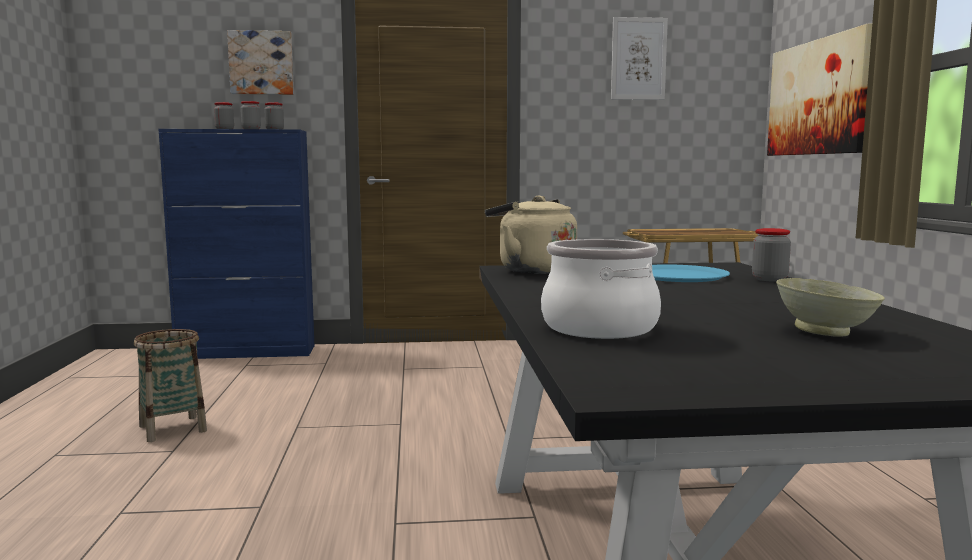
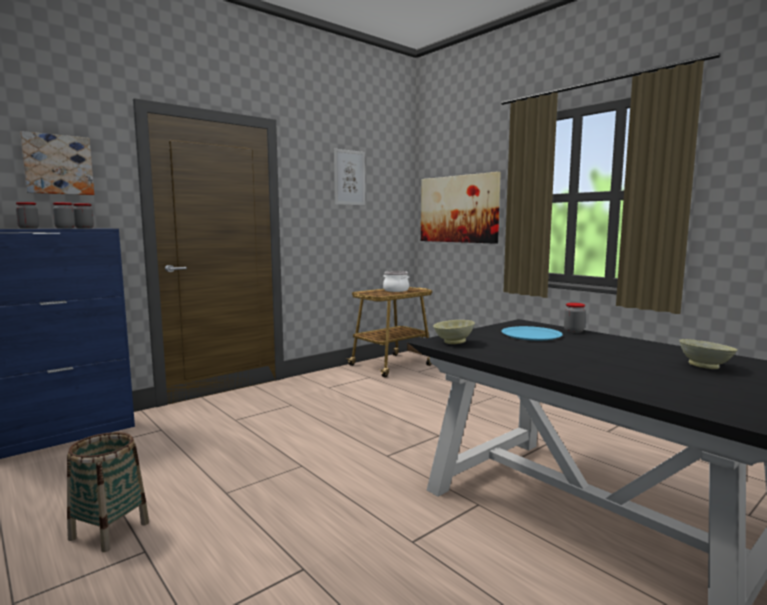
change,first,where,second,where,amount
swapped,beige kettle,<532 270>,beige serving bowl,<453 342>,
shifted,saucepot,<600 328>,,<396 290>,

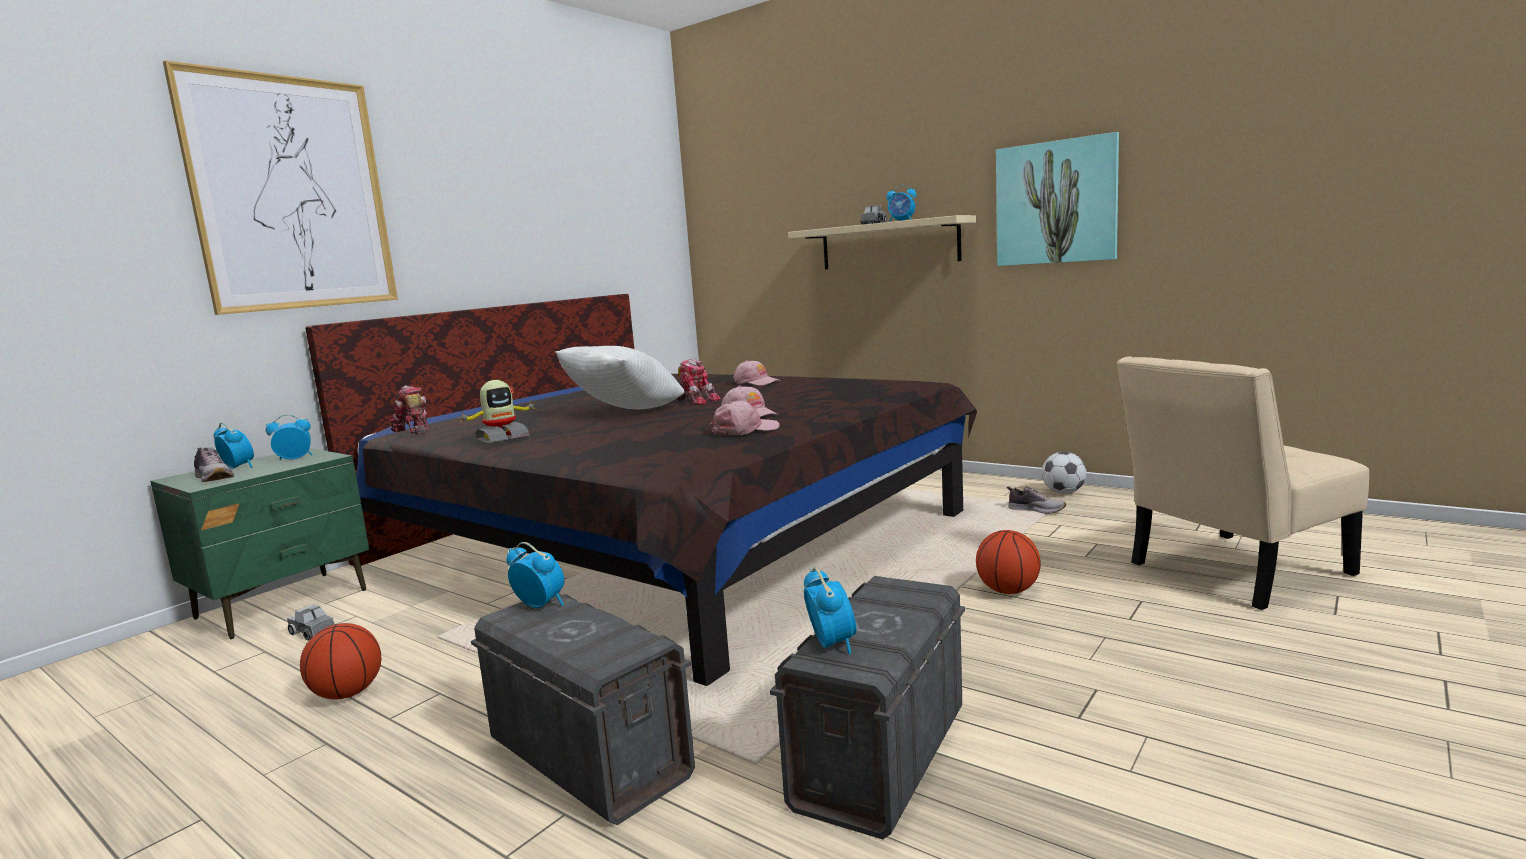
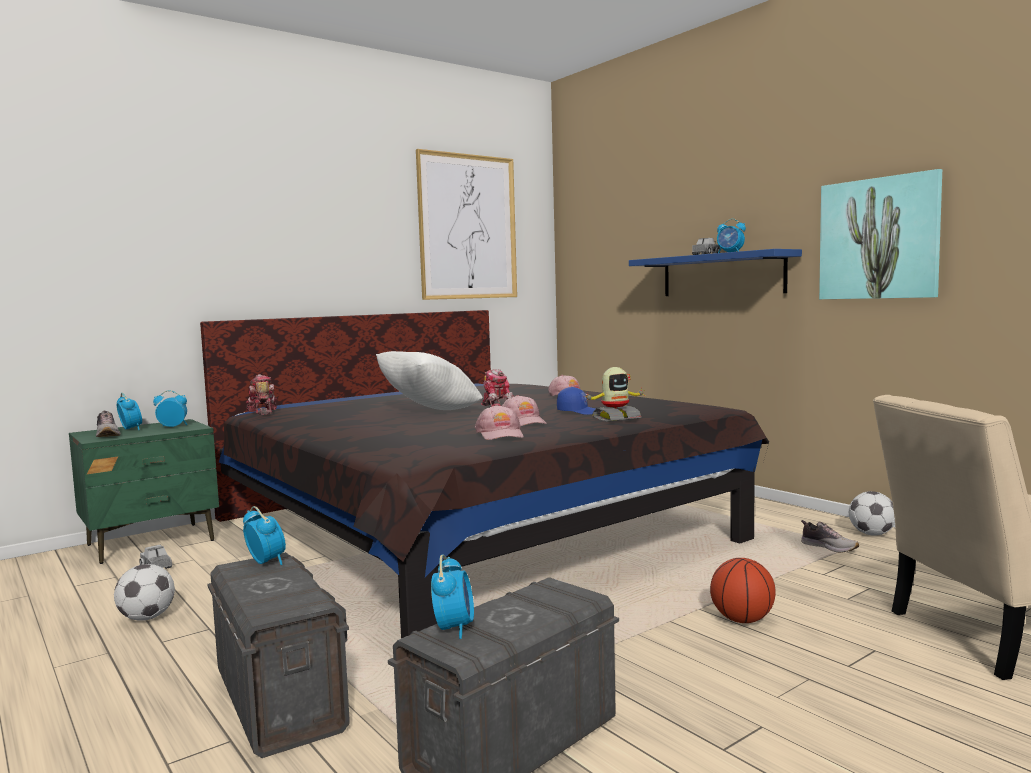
change,first,where,second,where,amount
shifted,wall art,<291 194>,,<467 227>,
swapped,basketball,<347 694>,ball for football,<147 618>,
shifted,toy robot,<502 438>,,<615 418>,
rotated,pink peaked cap,<744 430>,,<500 434>,90 degrees clockwise
repainted,beige bracket shelf,<888 244>,bluish bracket shelf,<722 275>,
new,,,bluish peaked cap,<579 412>,

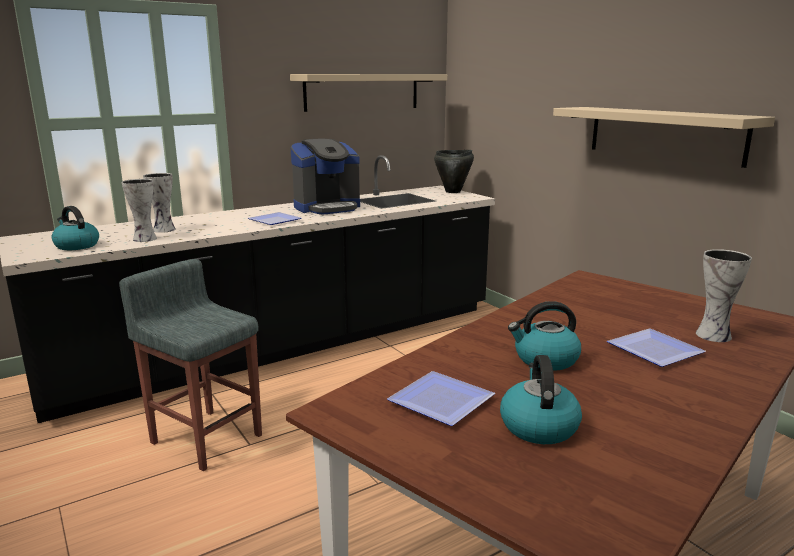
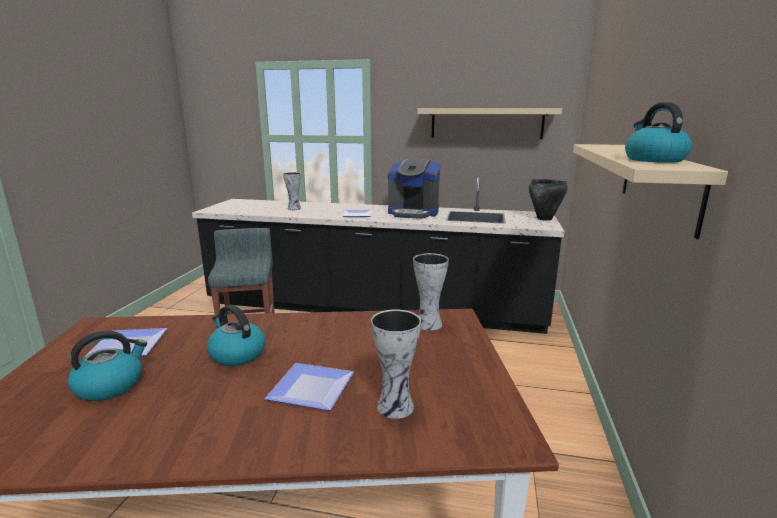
change,first,where,second,where,amount
shifted,kettle,<76 246>,,<653 160>,
shifted,flower vase,<144 239>,,<427 324>,

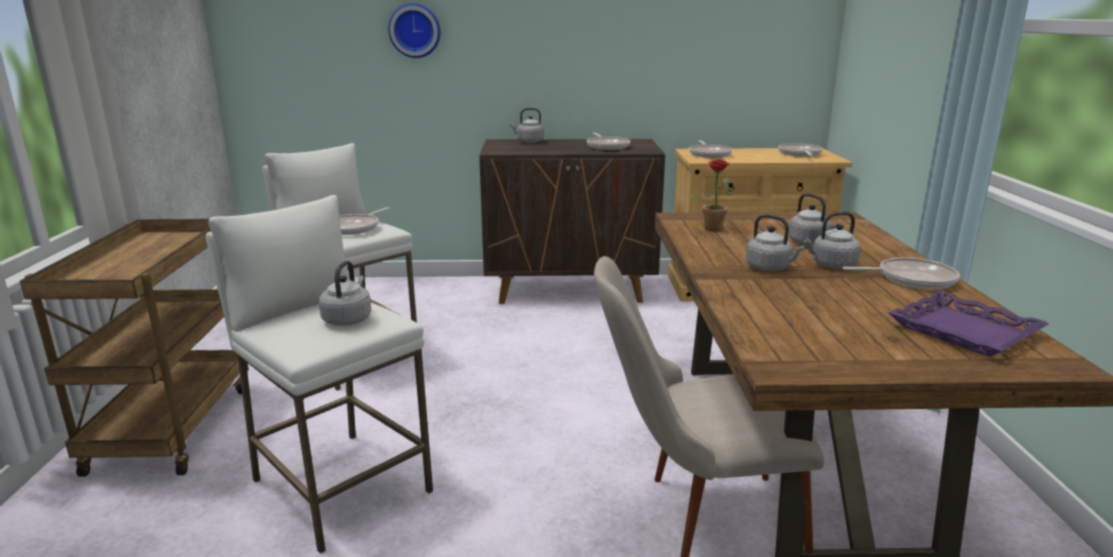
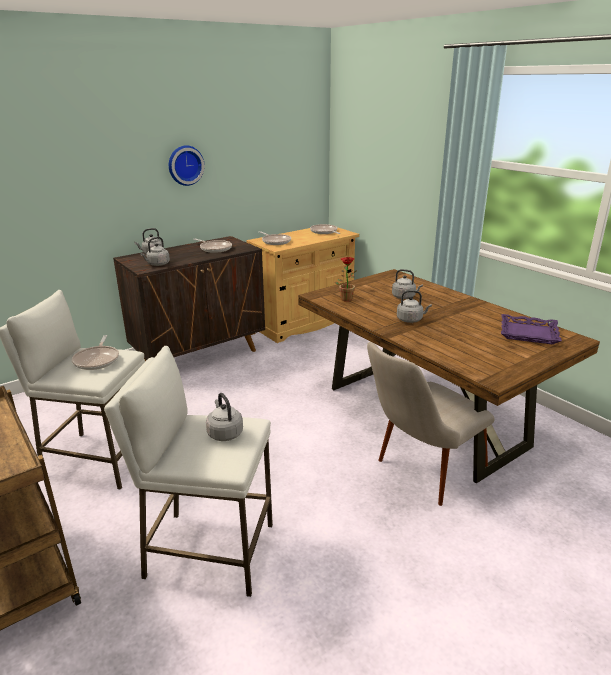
change,first,where,second,where,amount
shifted,wall clock,<415 30>,,<185 165>,
shifted,greyish kettle,<831 265>,,<157 264>,
gone,skillet,<911 279>,,,

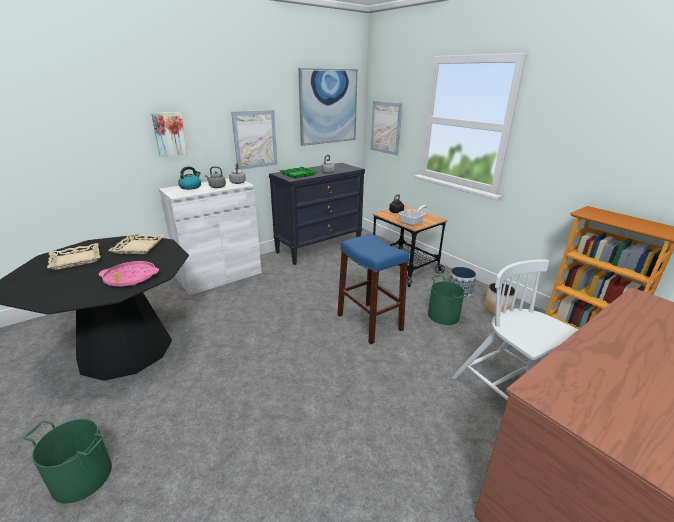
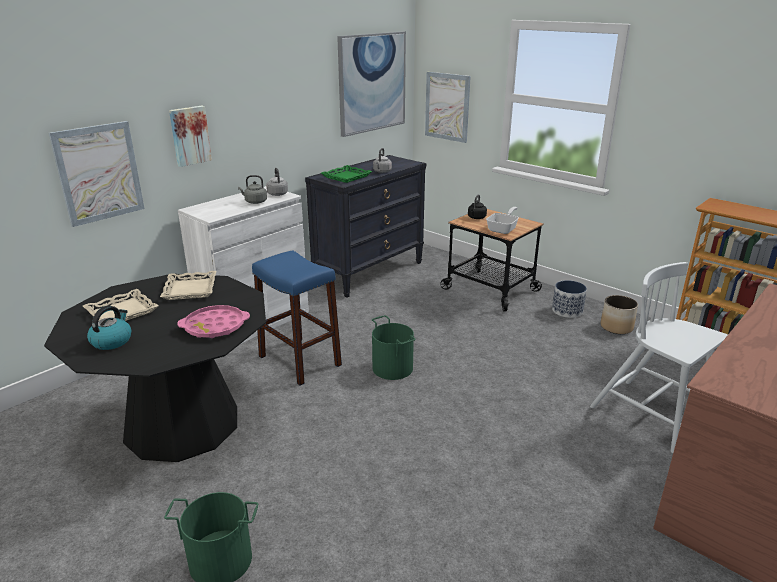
change,first,where,second,where,amount
shifted,kettle,<190 187>,,<112 341>,
shifted,wall art,<255 139>,,<99 173>,
shifted,bluish stool seat,<369 322>,,<300 361>,
shifted,green pail,<443 315>,,<392 368>,

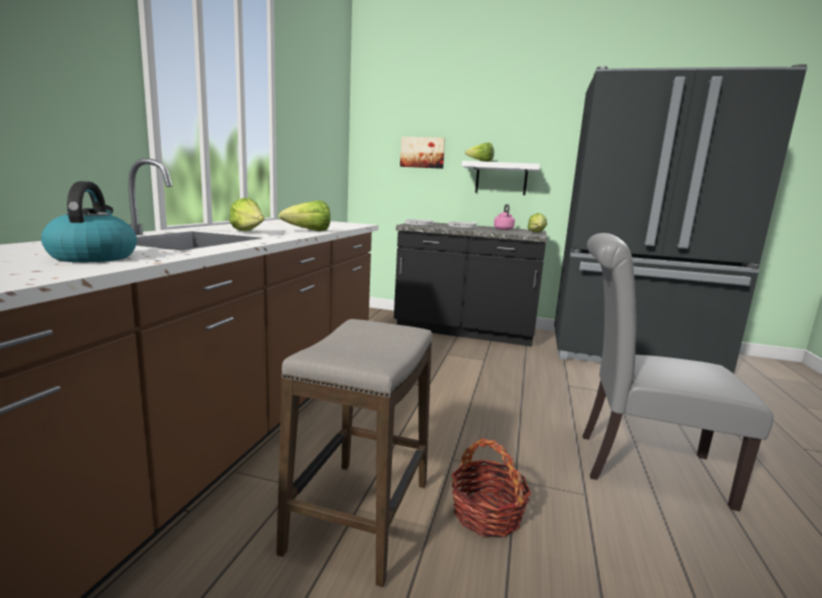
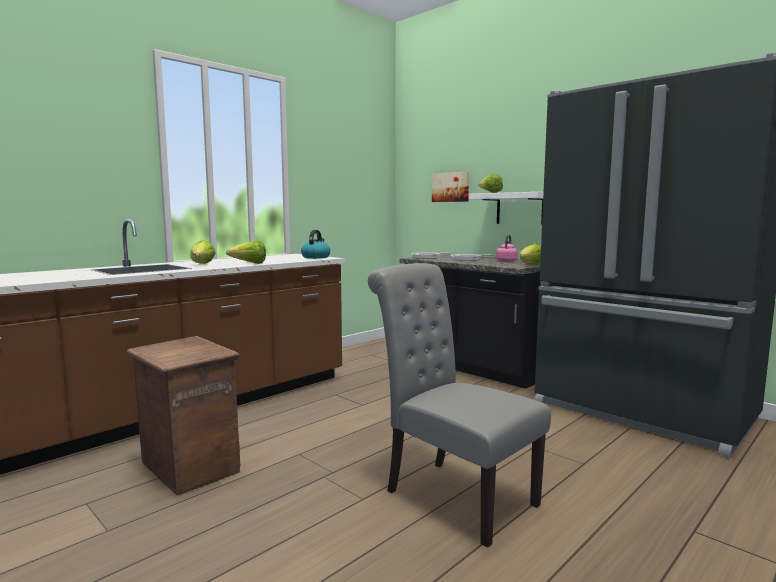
change,first,where,second,where,amount
shifted,kettle,<93 257>,,<316 257>,
swapped,stool seat,<359 517>,packing crate,<190 468>,
gone,basket,<486 514>,,,

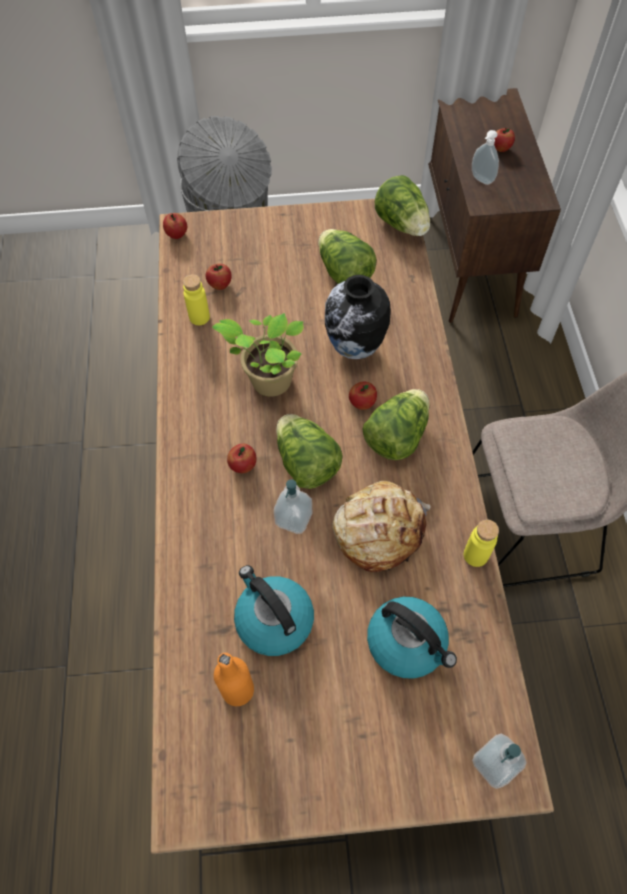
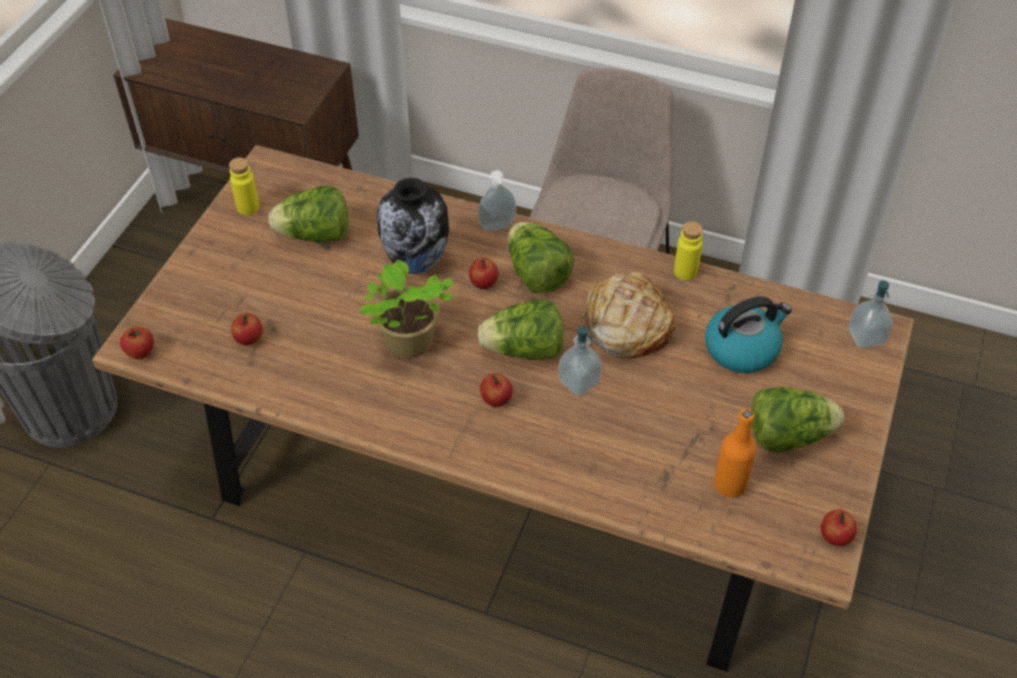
change,first,where,second,where,amount
shifted,yellow drink bottle,<199 317>,,<248 207>,
gone,kettle,<273 619>,,,
shifted,head of lettuce,<402 224>,,<788 436>,
shifted,soap bottle,<480 180>,,<498 227>,
shifted,whole apple,<501 149>,,<835 537>,

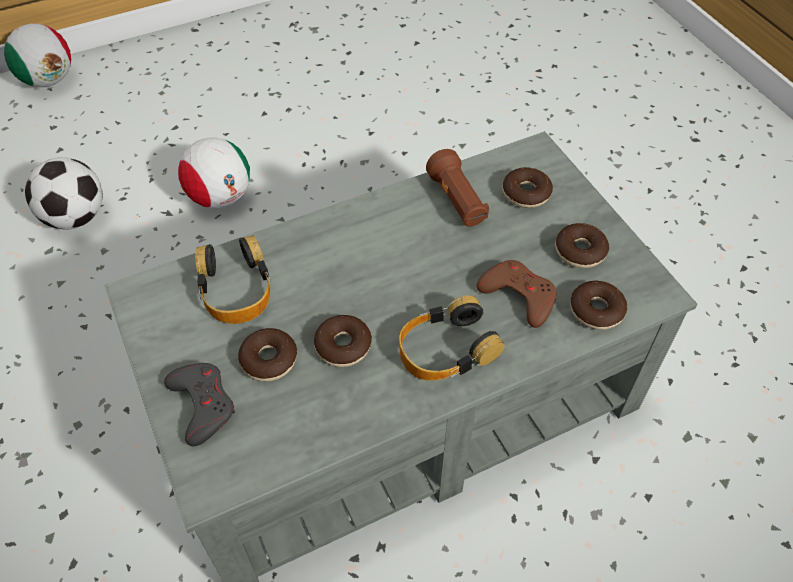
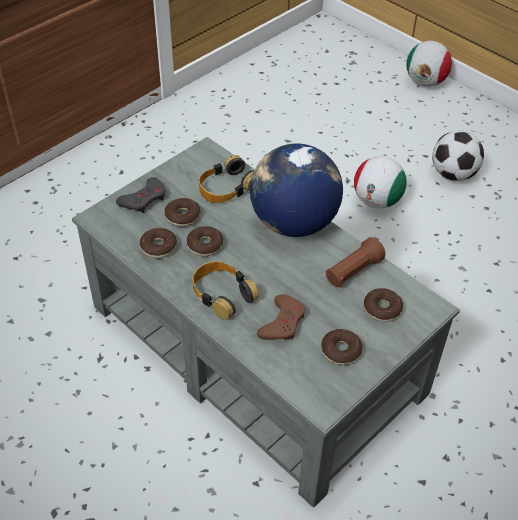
change,first,where,second,where,amount
shifted,ball for football,<75 217>,,<453 174>,
shifted,doughnut,<596 310>,,<158 247>,
new,,,world globe,<293 223>,

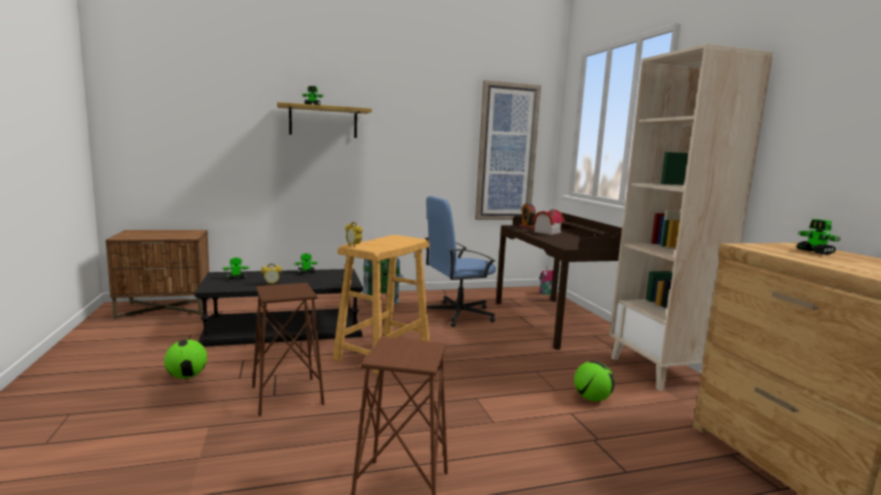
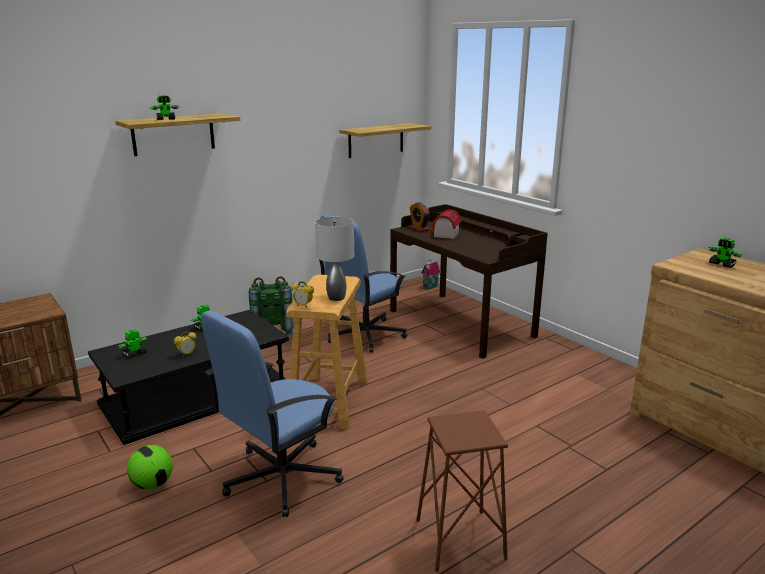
change,first,where,second,where,amount
swapped,brown stool seat,<287 396>,bluish computer chair,<280 477>,
swapped,wall art,<506 153>,bracket shelf,<376 140>,
gone,ball for football,<592 399>,,,
gone,beige bookshelf,<660 371>,,,
new,,,greyish tabletop lamp,<337 298>,

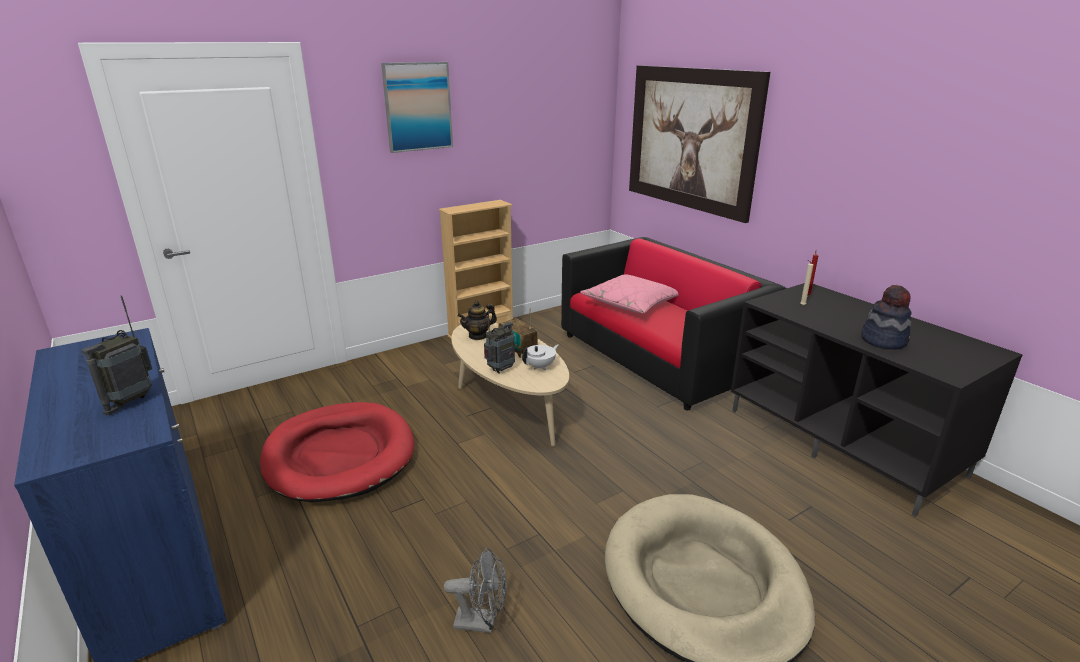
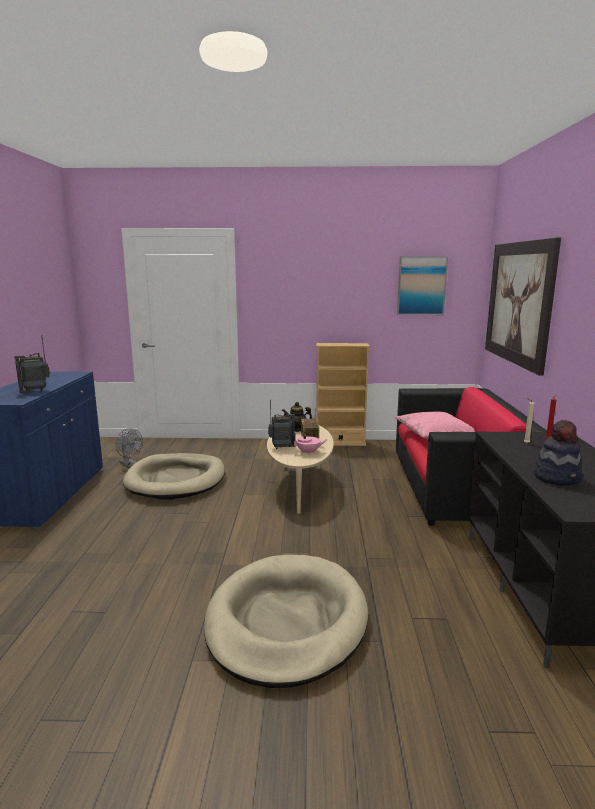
change,first,where,second,where,amount
repainted,red dog bed,<339 455>,beige dog bed,<176 480>,
shifted,wall art,<417 107>,,<421 286>,
shifted,greyish cooling fan,<482 622>,,<130 464>,
repainted,white-coloured pot for tea,<540 366>,pink pot for tea,<308 452>,

